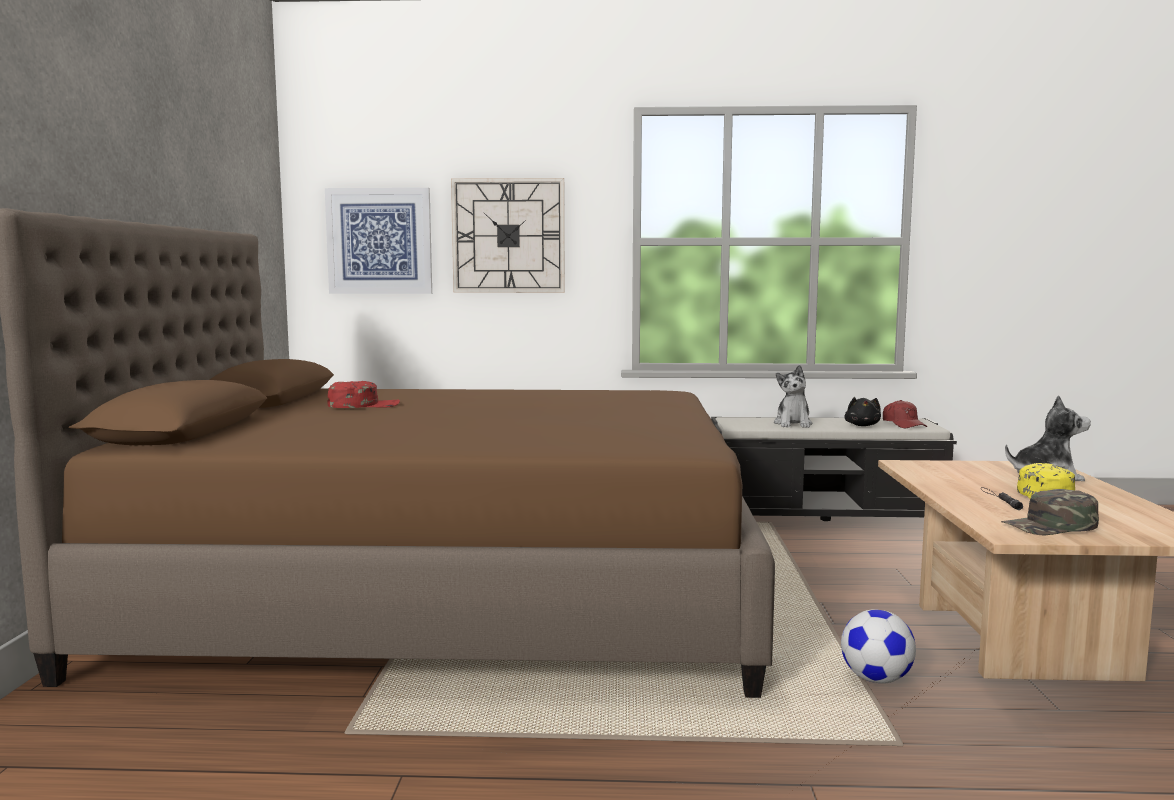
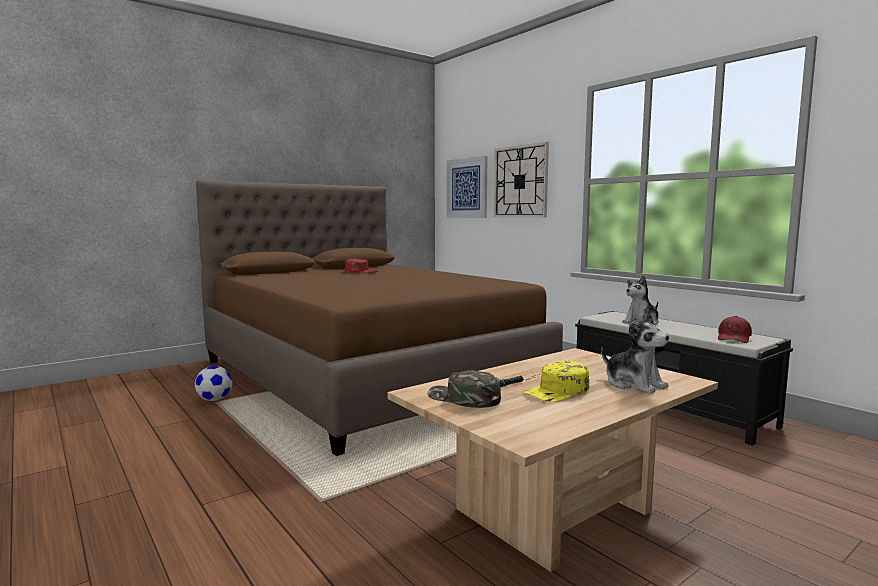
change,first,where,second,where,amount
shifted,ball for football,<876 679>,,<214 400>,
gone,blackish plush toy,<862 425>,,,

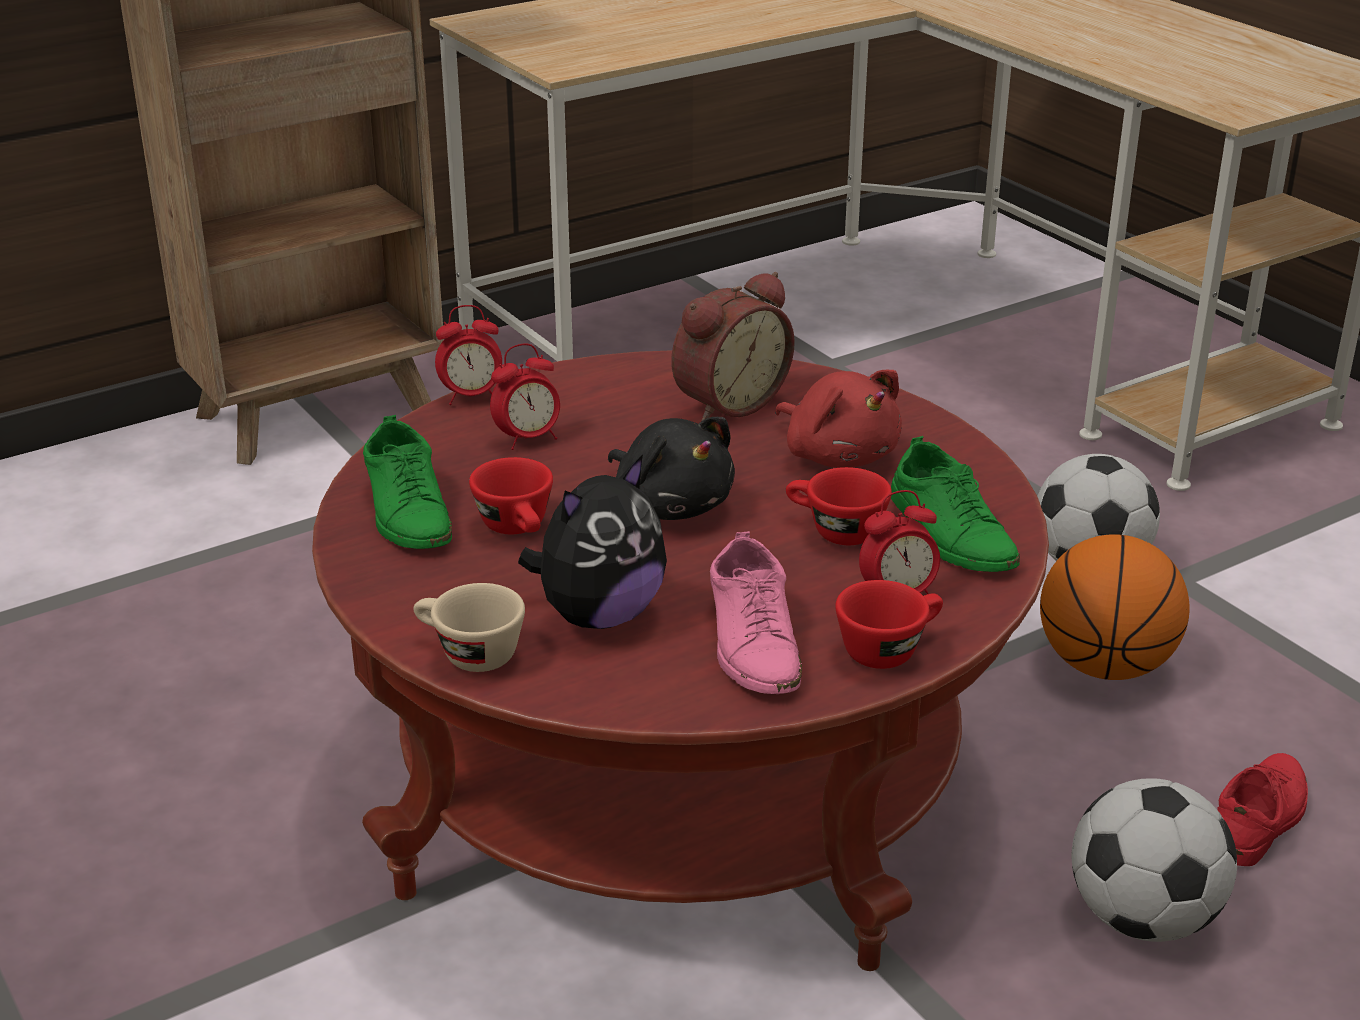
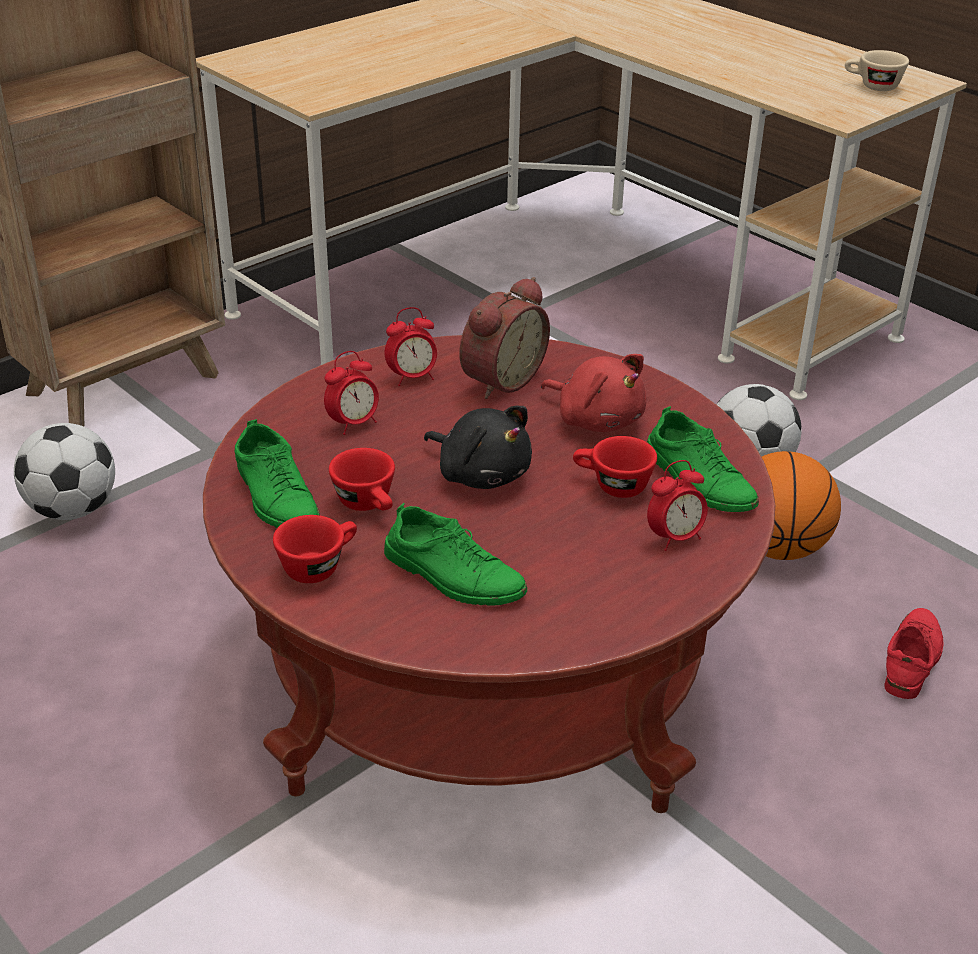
change,first,where,second,where,amount
shifted,beige drinking cup,<468 654>,,<872 86>,
shifted,table clock,<471 397>,,<412 378>,
swapped,plush toy,<599 615>,green shoe,<453 575>,
gone,pink shoe,<753 642>,,,
shifted,red drinking cup,<889 648>,,<319 565>,
shifted,ball for football,<1142 918>,,<72 509>,

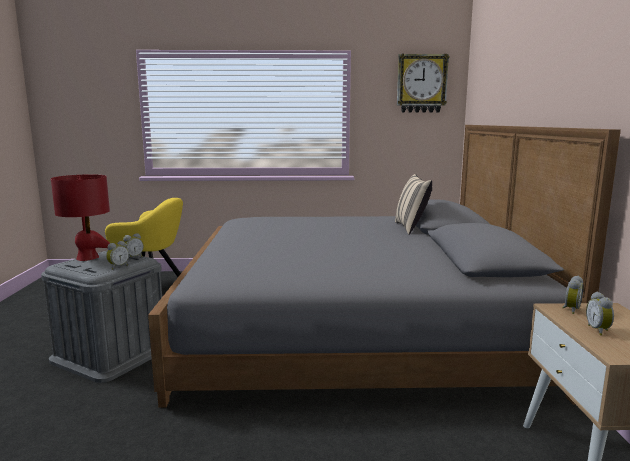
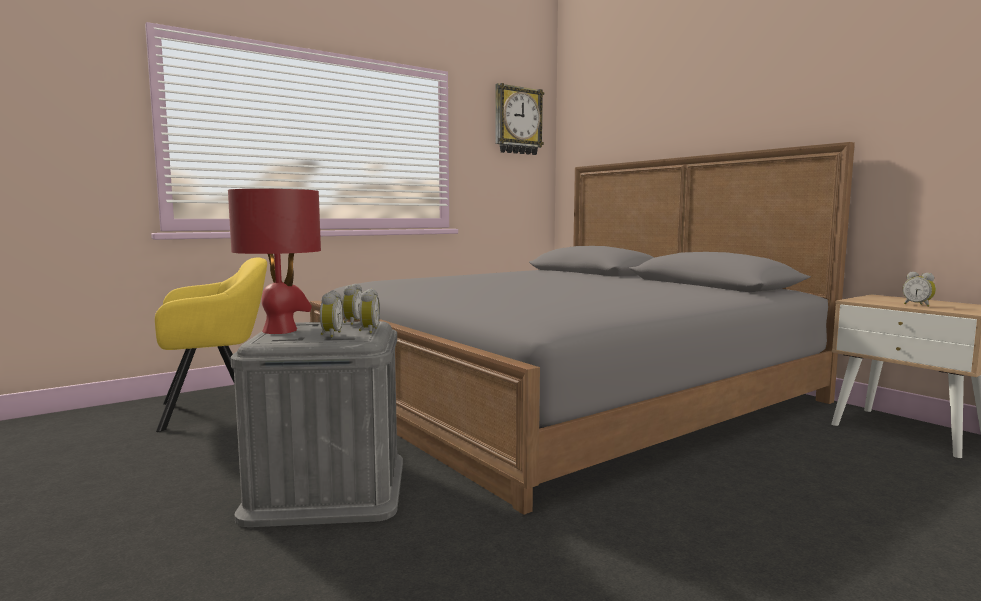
change,first,where,second,where,amount
gone,beige pillow,<412 228>,,,
shifted,table clock,<570 309>,,<330 335>,

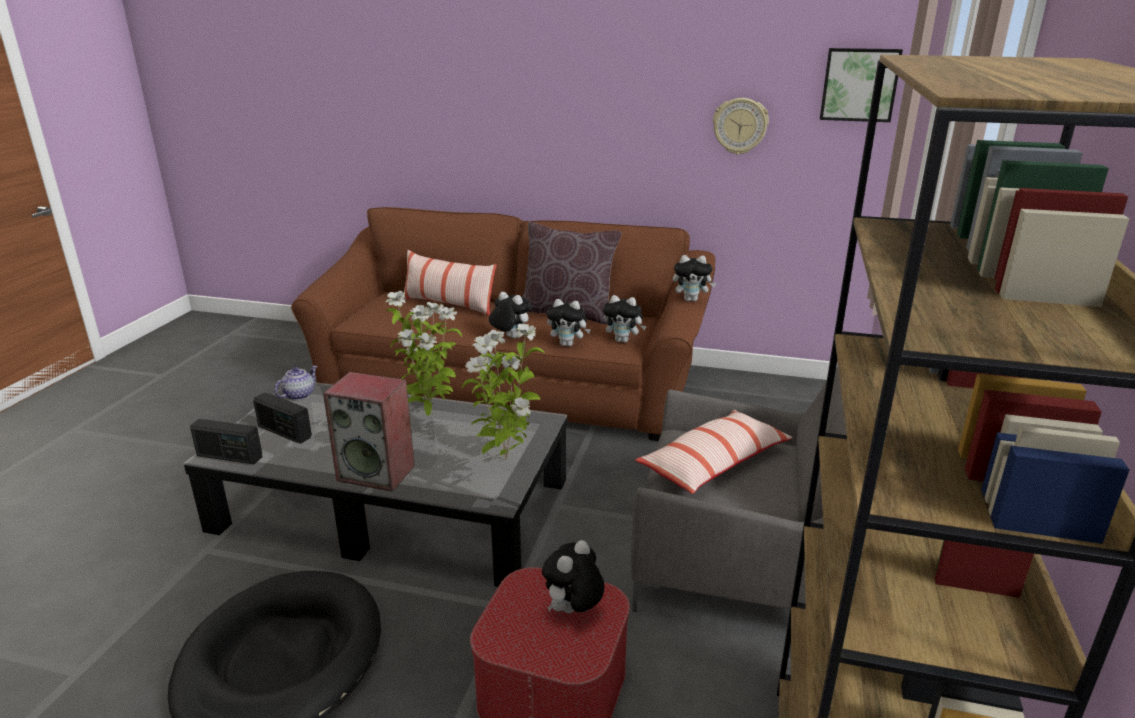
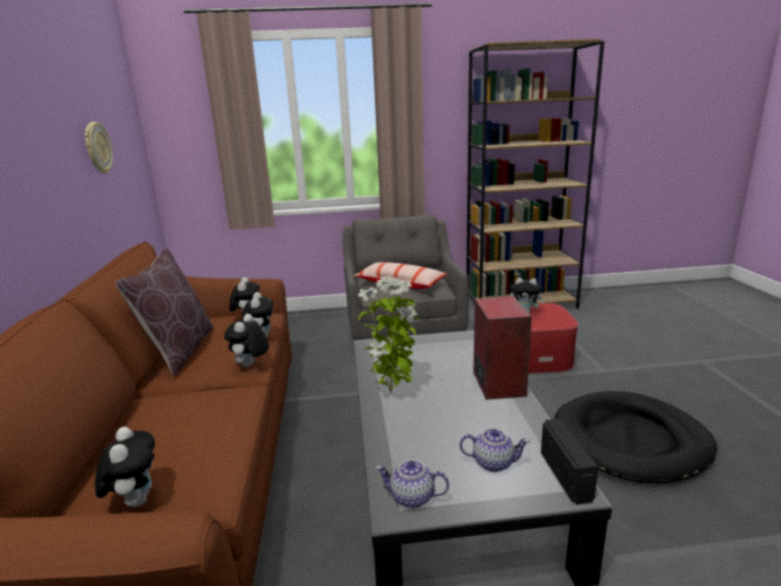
change,first,where,second,where,amount
swapped,radio,<284 432>,pot for tea,<493 462>,
gone,pillow,<448 305>,,,
gone,potted plant,<505 458>,,,
shifted,plush toy,<691 300>,,<136 500>,
gone,wall art,<859 84>,,,

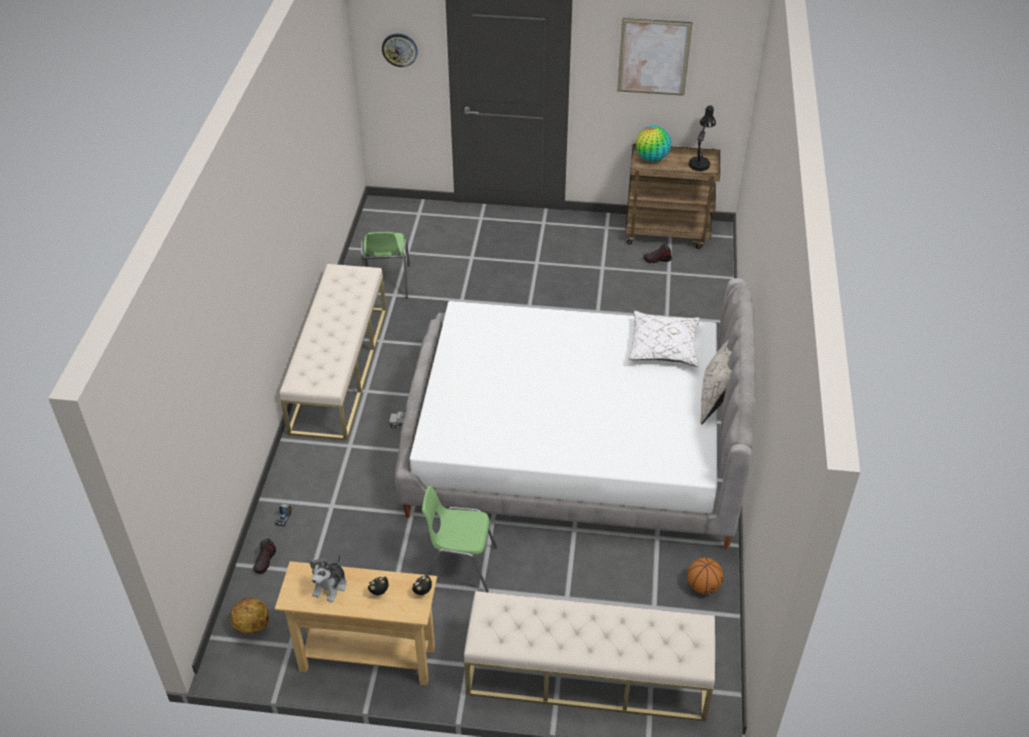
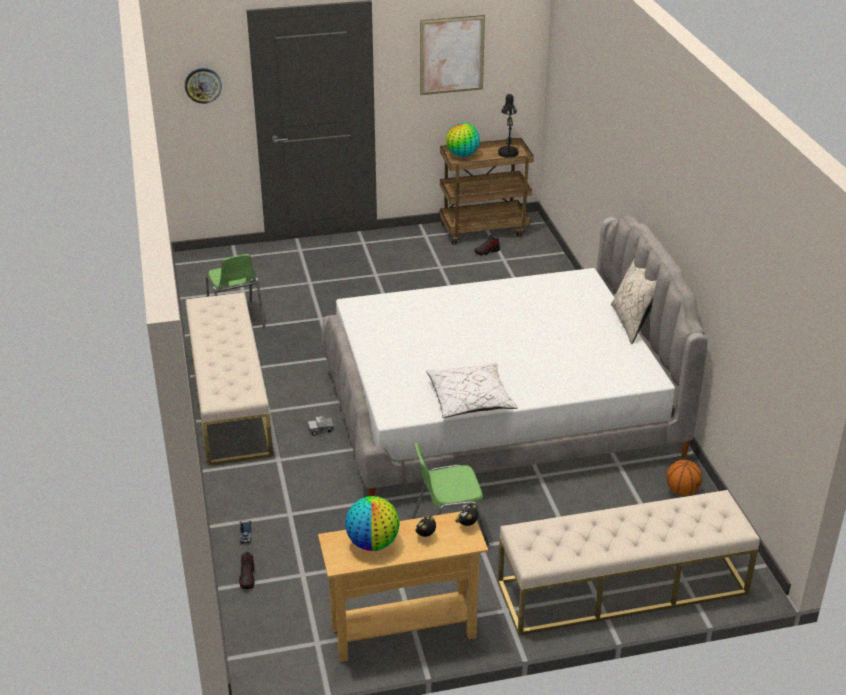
change,first,where,second,where,amount
gone,basketball,<251 626>,,,
swapped,plush toy,<330 585>,world globe,<373 543>,
shifted,white-coloured pillow,<664 347>,,<470 400>,

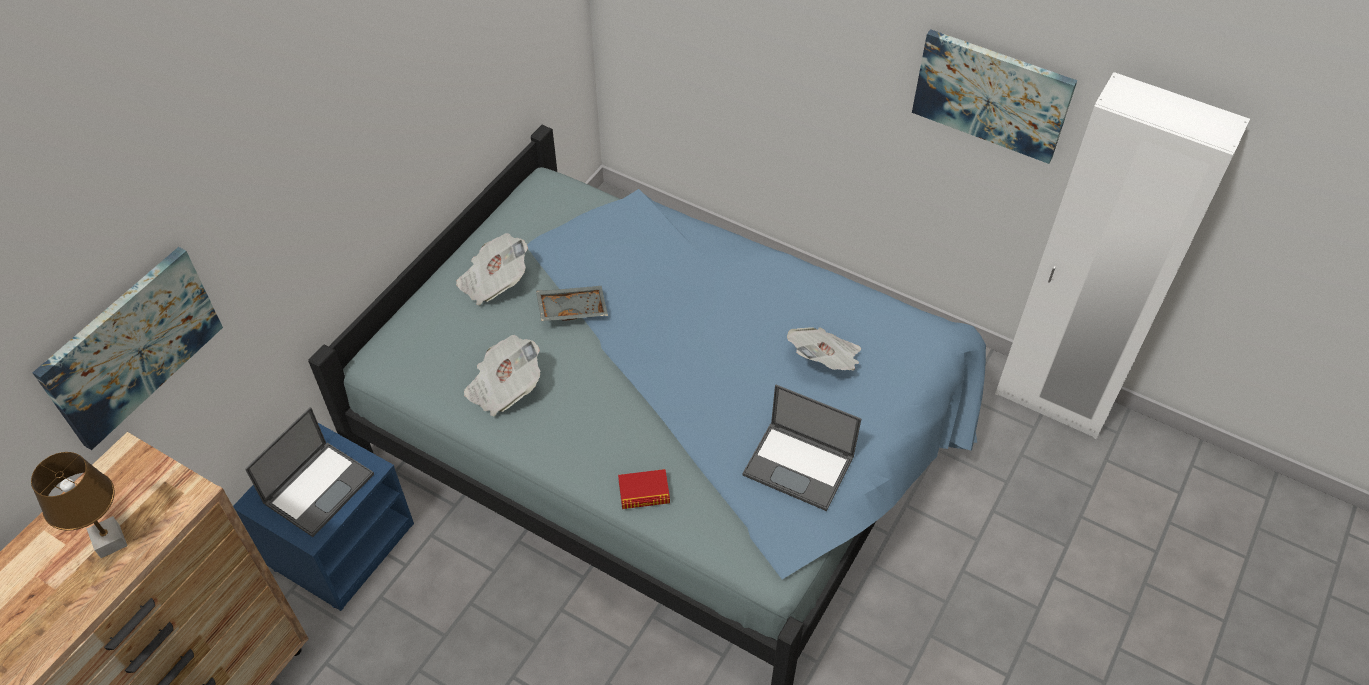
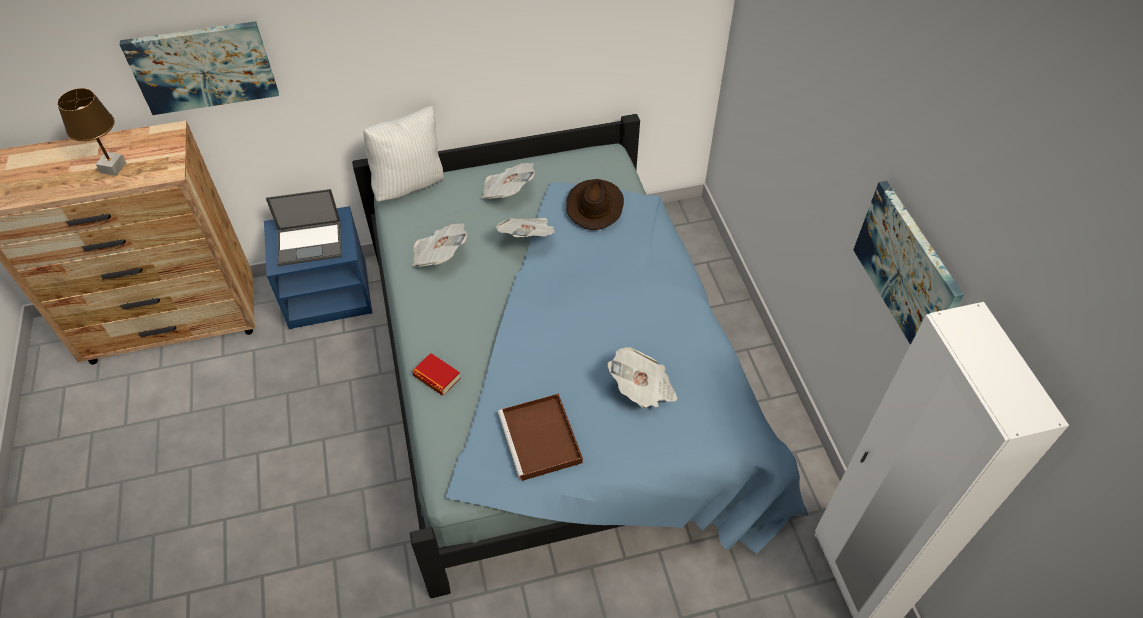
change,first,where,second,where,amount
swapped,greyish carrying tray,<572 308>,newspaper,<528 238>,
swapped,laptop,<800 465>,brown carrying tray,<541 440>,
new,,,white-coloured pillow,<409 184>,
new,,,brown clothing hat,<594 206>,

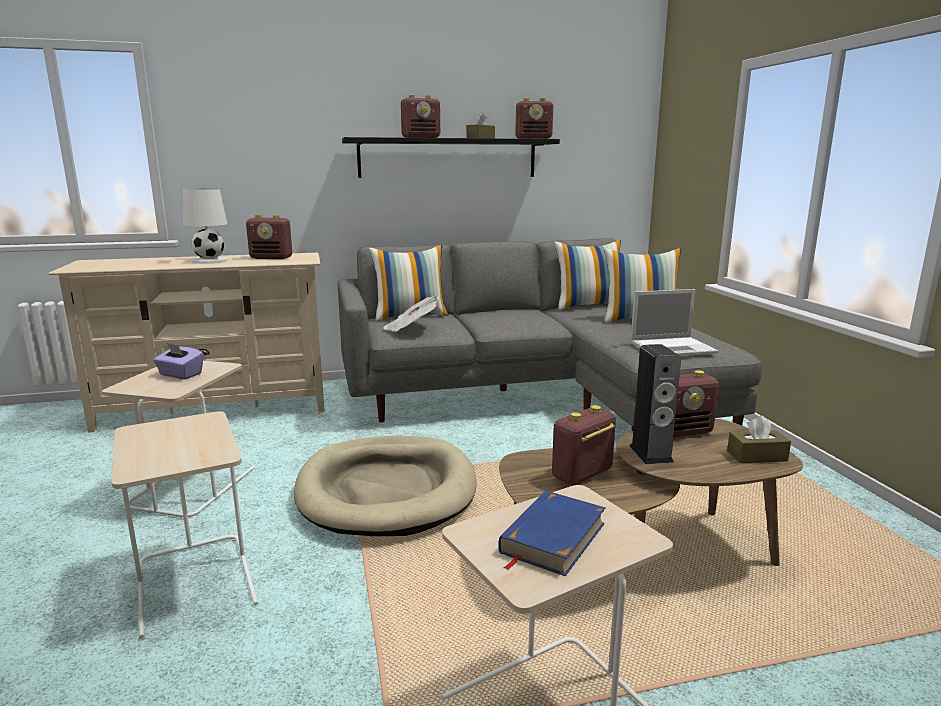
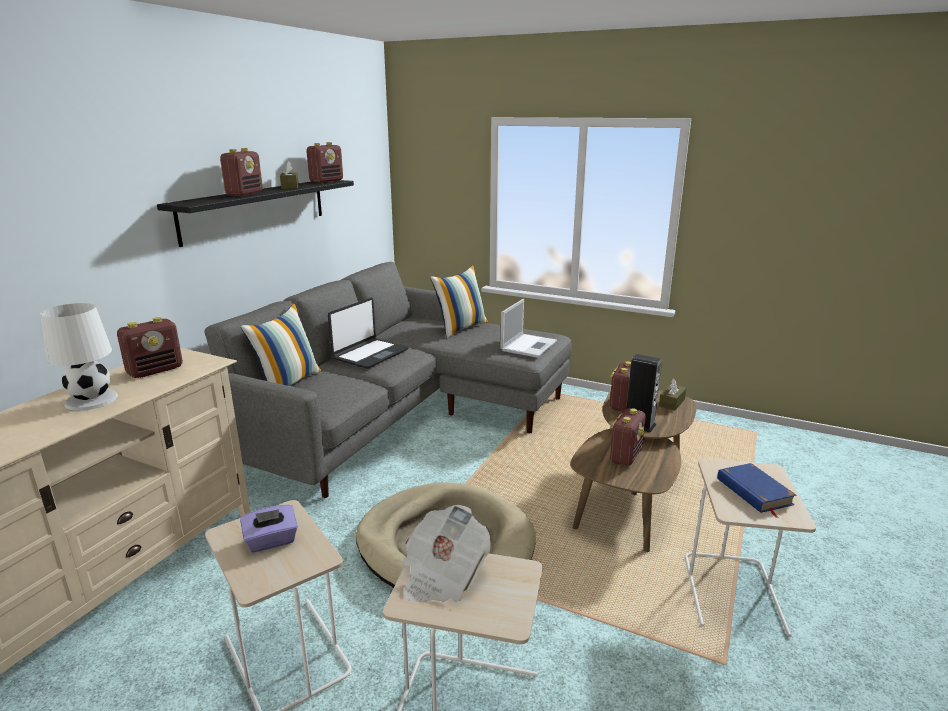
change,first,where,second,where,amount
shifted,newspaper,<411 328>,,<442 574>,
rotated,radio,<581 475>,,<625 456>,150 degrees counterclockwise
gone,pillow,<588 306>,,,
new,,,laptop,<370 354>,

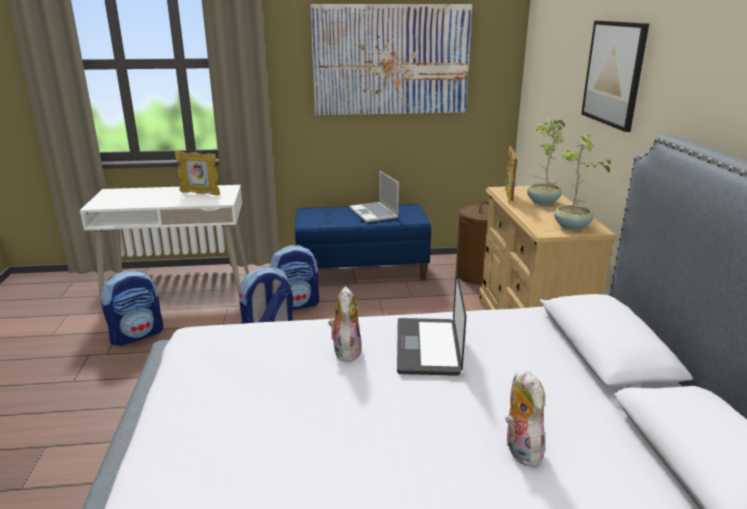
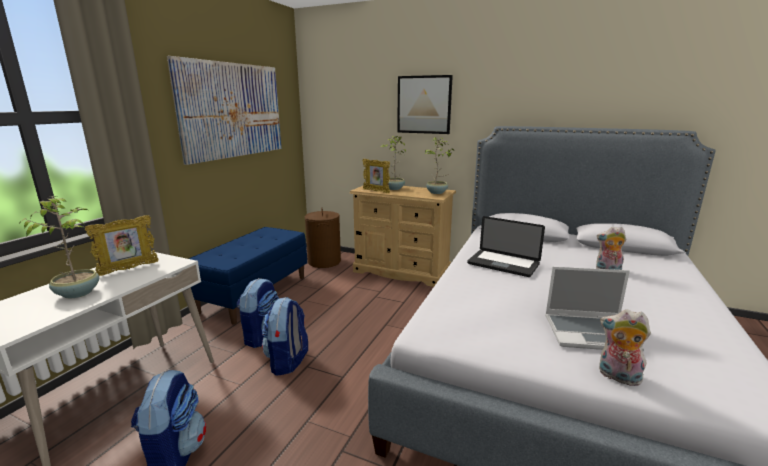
change,first,where,second,where,amount
shifted,plush toy,<345 351>,,<617 377>,
shifted,laptop,<374 213>,,<590 333>,
new,,,potted plant,<78 292>,

